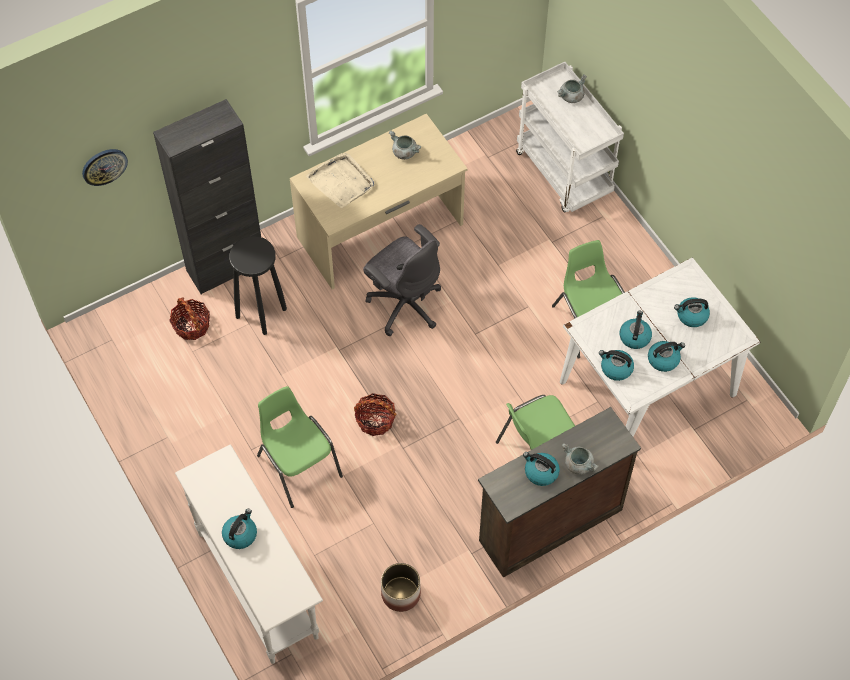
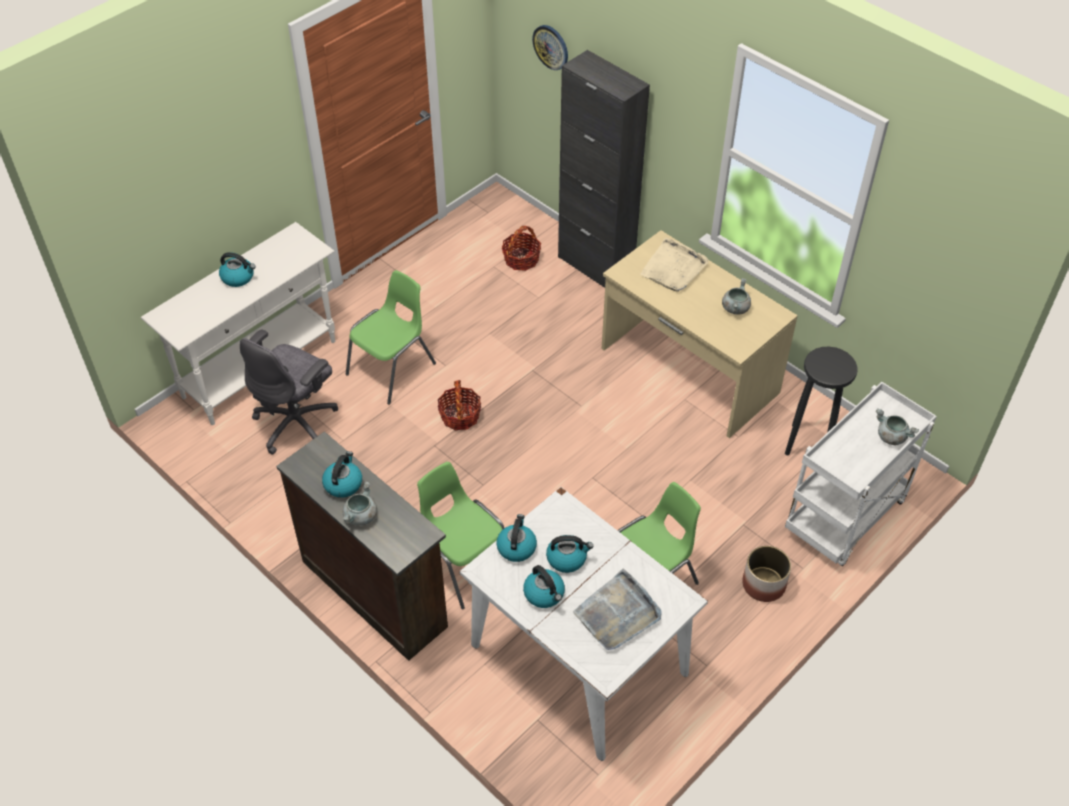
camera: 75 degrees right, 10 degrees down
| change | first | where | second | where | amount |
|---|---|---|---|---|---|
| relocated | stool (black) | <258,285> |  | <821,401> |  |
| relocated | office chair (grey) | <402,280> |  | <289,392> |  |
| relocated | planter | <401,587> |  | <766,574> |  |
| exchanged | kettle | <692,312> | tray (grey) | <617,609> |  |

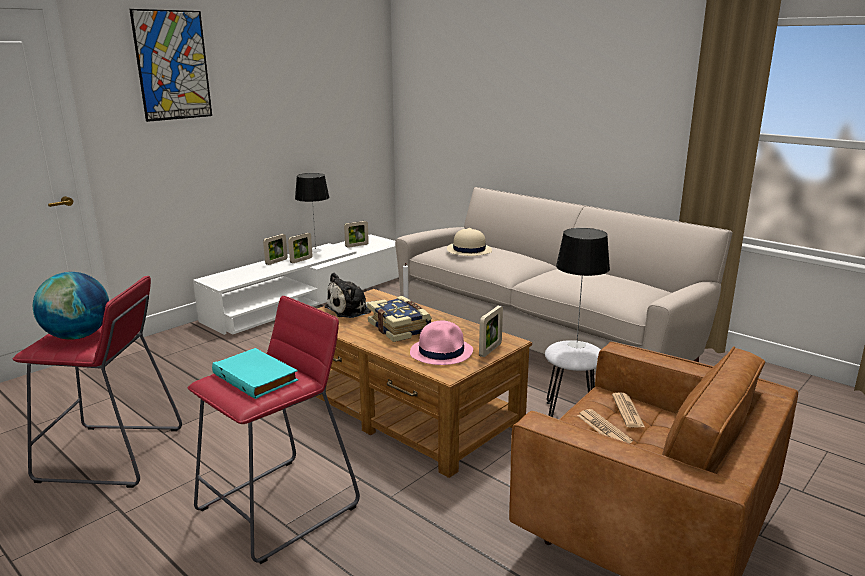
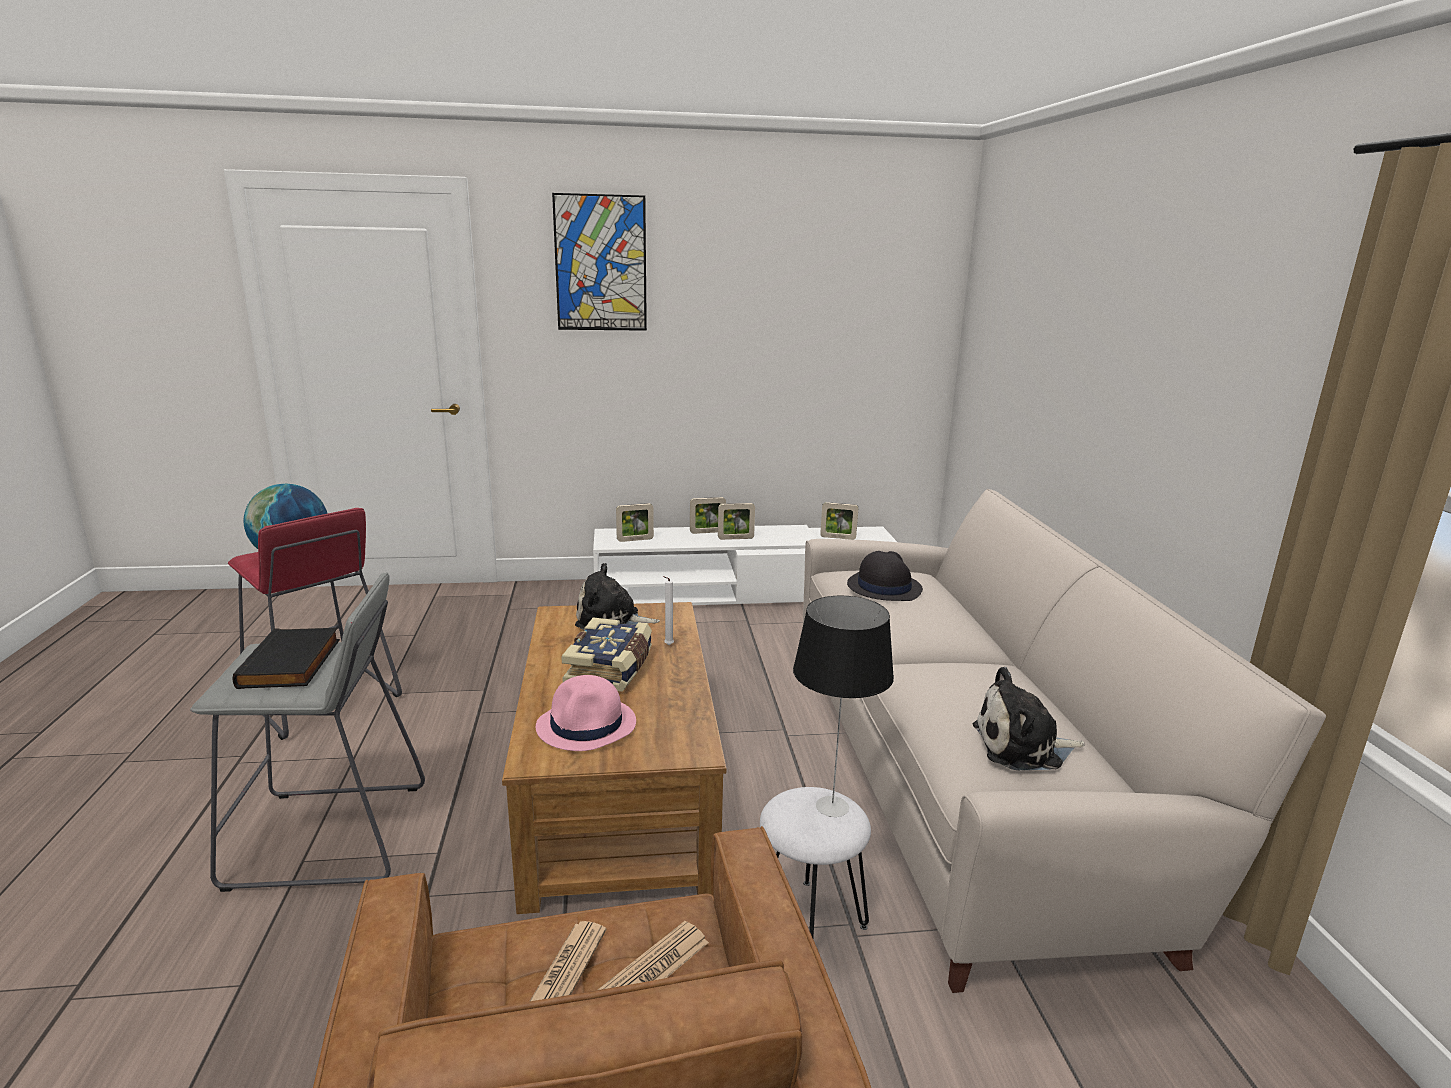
camera: 40 degrees right, 0 degrees up
| change | first | where | second | where | amount |
|---|---|---|---|---|---|
| missing | table lamp | <312,212> |  |  |  |
| appeared |  |  | plush toy | <1029,718> |  |
| relocated | picture frame | <491,331> |  | <635,522> |  |
| colour | stool (red) | <274,430> | stool (grey) | <307,732> |  |
| colour | book (turquoise) | <255,373> | book (black) | <286,658> |  |
| colour | hat (beige) | <469,242> | hat (black) | <885,576> |  |

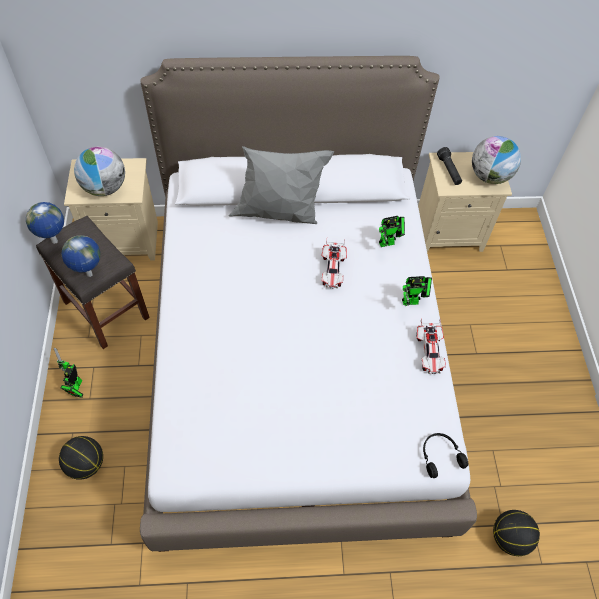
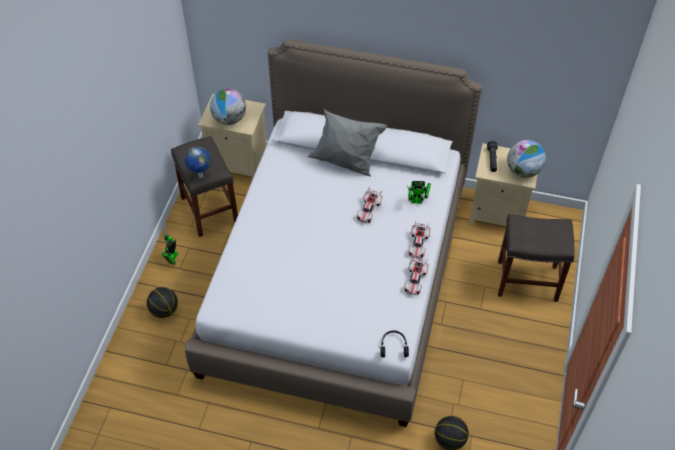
camera: 20 degrees right, 5 degrees down
| change | first | where | second | where | amount |
|---|---|---|---|---|---|
| missing | globe | <45,223> |  |  |  |
| appeared |  |  | stool (grey) | <536,258> |  |
| exchanged | toy robot | <417,291> | toy car | <419,239> |  |

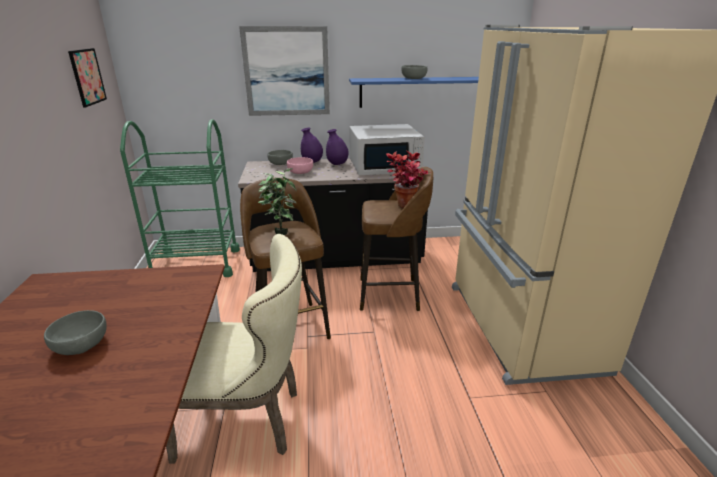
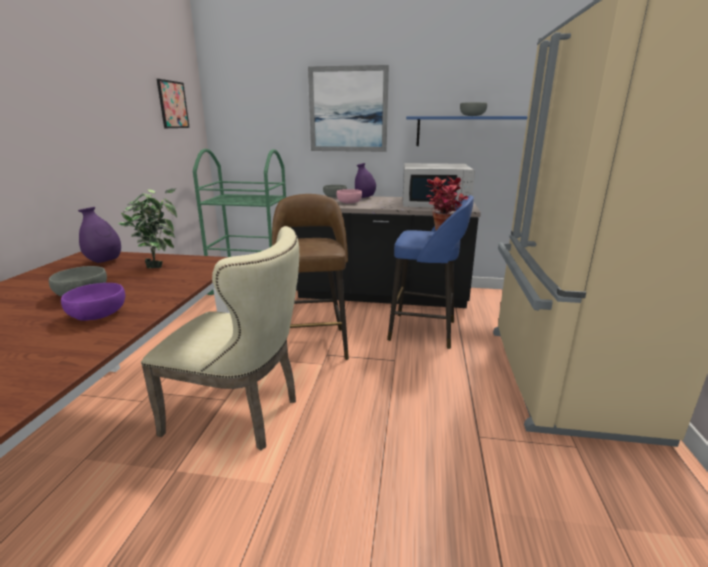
camera: 15 degrees right, 5 degrees down
| change | first | where | second | where | amount |
|---|---|---|---|---|---|
| appeared |  |  | bowl (purple) | <93,302> |  |
| relocated | potted plant | <277,201> |  | <147,228> |  |
| relocated | vase (purple) | <337,147> |  | <99,235> |  |
| colour | stool (brown) | <396,239> | stool (blue) | <430,272> |  |

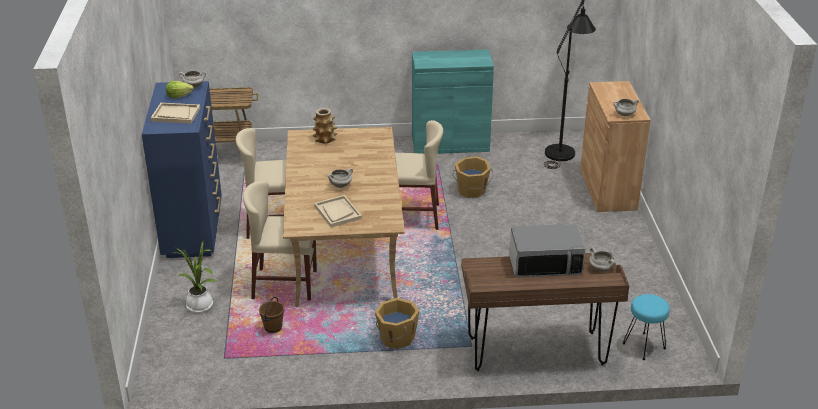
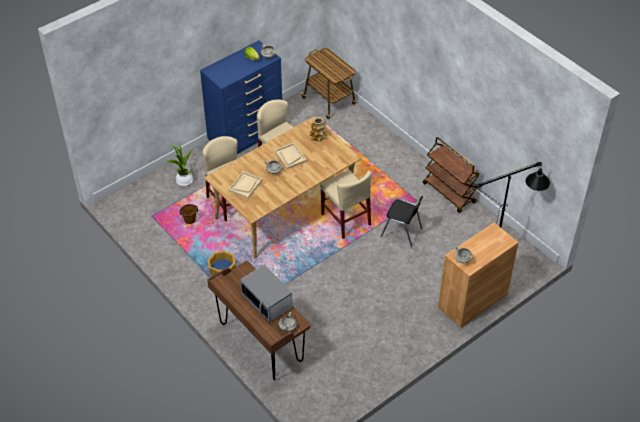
camera: 55 degrees right, 15 degrees up
| change | first | where | second | where | amount |
|---|---|---|---|---|---|
| missing | stool (turquoise) | <646,327> |  |  |  |
| relocated | tray (beige) | <175,113> |  | <290,156> |  |
| exchanged | cabinet (turquoise) | <453,101> | cart (brown) | <451,175> |  |
| exchanged | bucket (orange) | <472,177> | chair (black) | <402,221> |  |

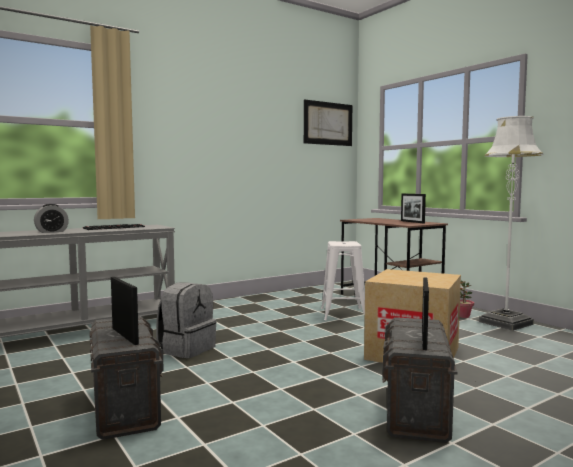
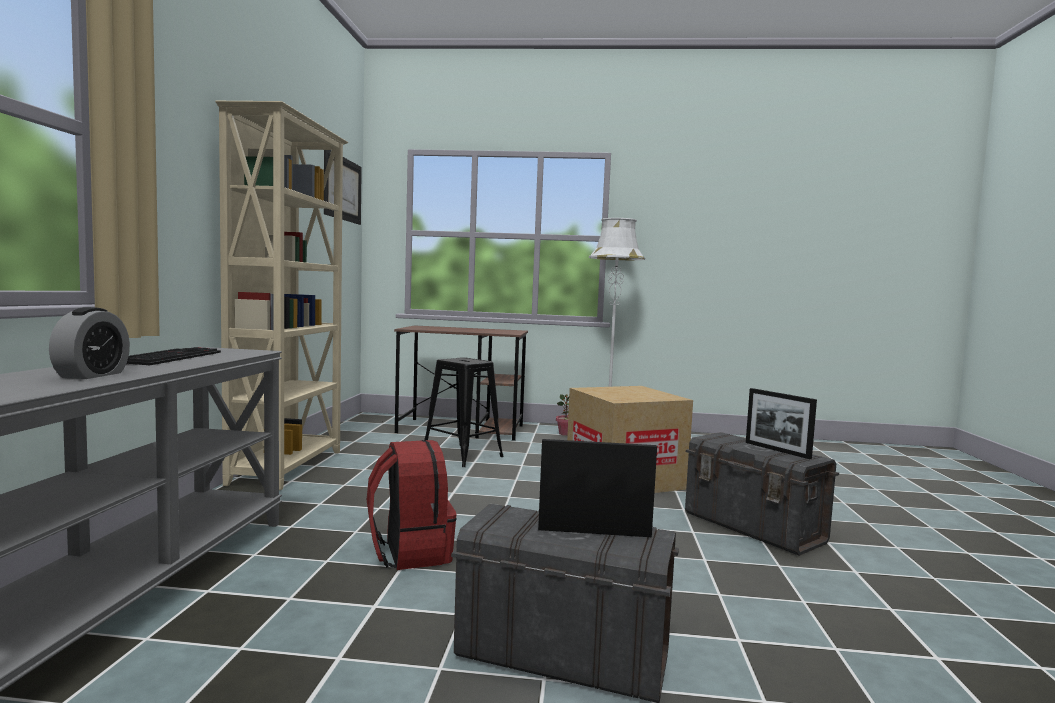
camera: 50 degrees left, 0 degrees up
| change | first | where | second | where | amount |
|---|---|---|---|---|---|
| missing | picture frame | <413,208> |  |  |  |
| appeared |  |  | bookcase (beige) | <281,295> |  |
| colour | backpack (grey) | <186,320> | backpack (red) | <412,505> |  |
| colour | stool (white) | <343,280> | stool (black) | <464,412> |  |

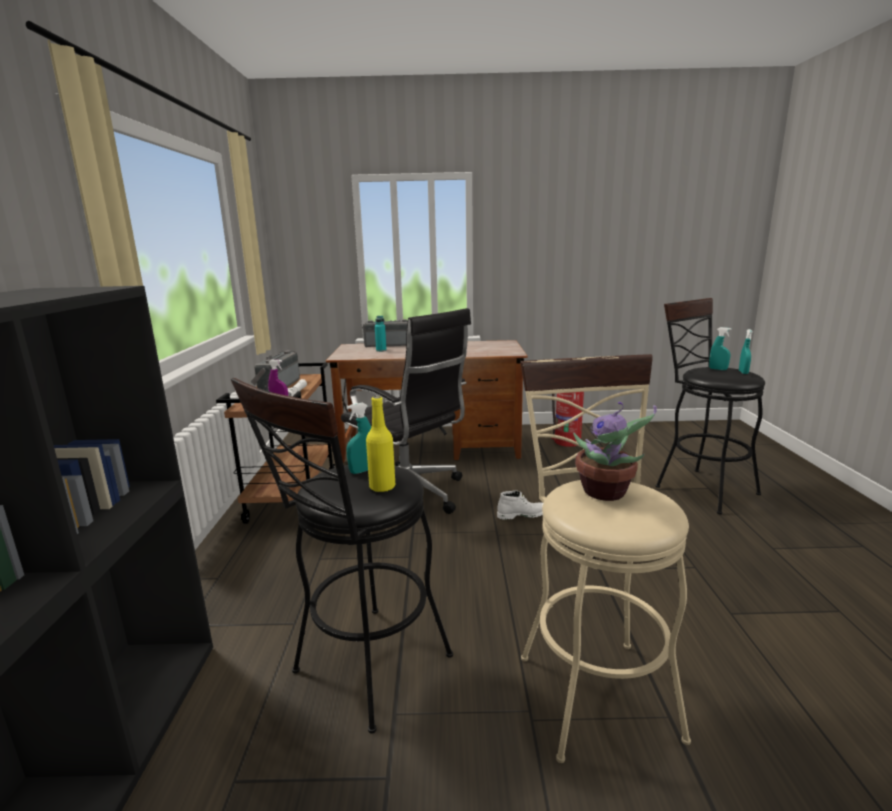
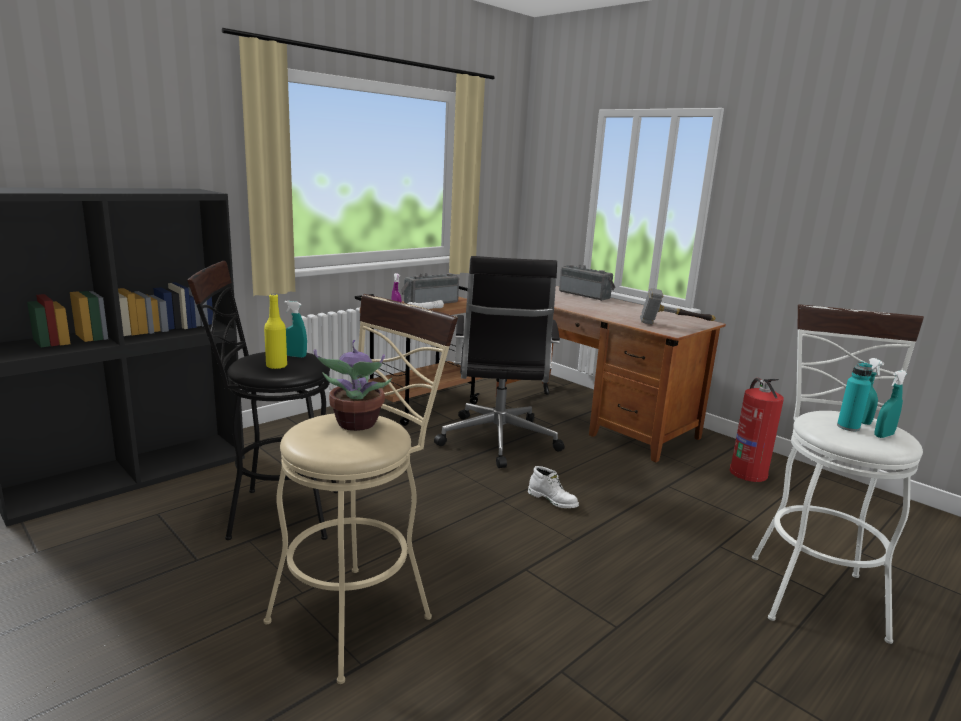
camera: 45 degrees right, 0 degrees up
| change | first | where | second | where | amount |
|---|---|---|---|---|---|
| appeared |  |  | hammer | <678,306> |  |
| relocated | bottle (turquoise) | <380,334> |  | <855,396> |  |
| colour | stool (black) | <710,406> | stool (white) | <838,474> |  |

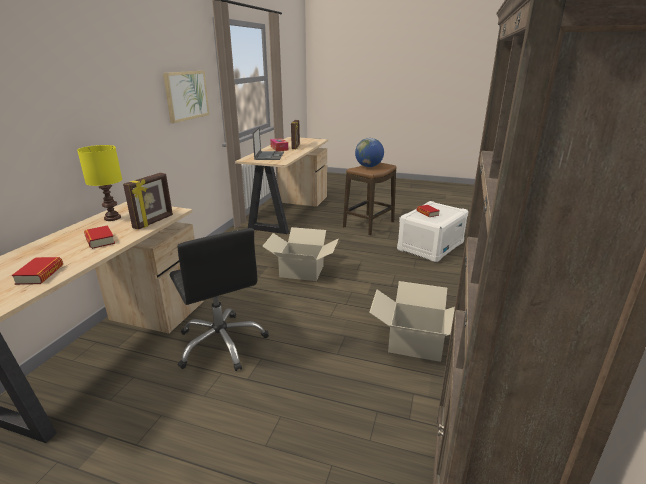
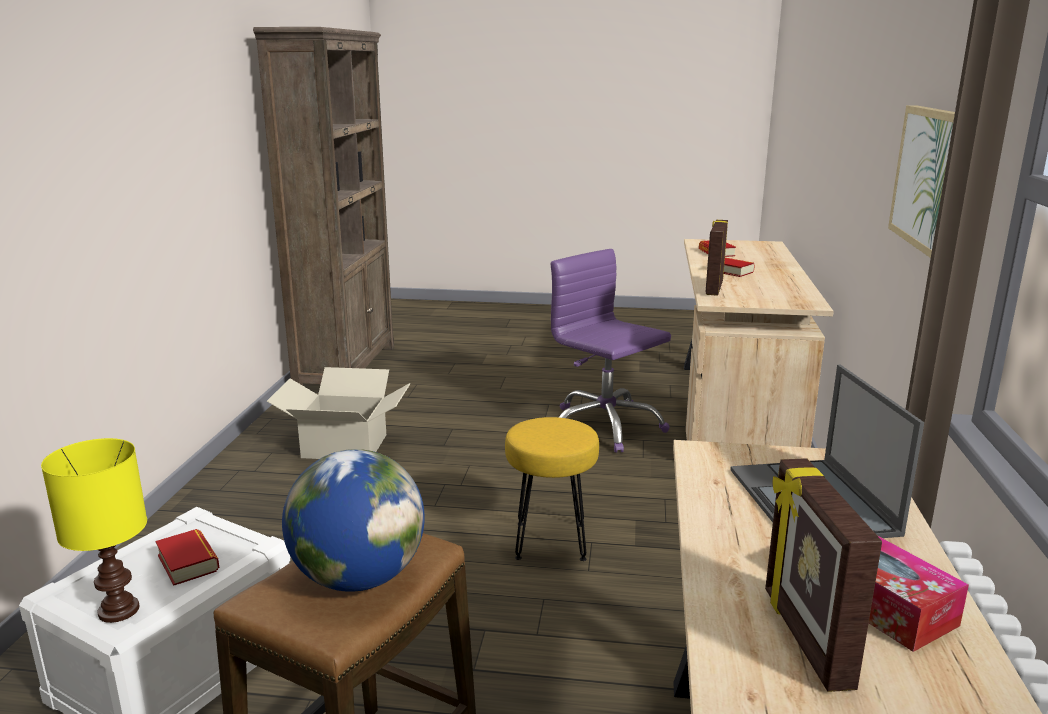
camera: 170 degrees right, 5 degrees down
| change | first | where | second | where | amount |
|---|---|---|---|---|---|
| relocated | table lamp (yellow) | <99,183> |  | <94,530> |  |
| exchanged | cardboard box | <300,254> | stool (yellow) | <552,489> |  |
| colour | office chair (black) | <219,299> | office chair (purple) | <611,351> |  |

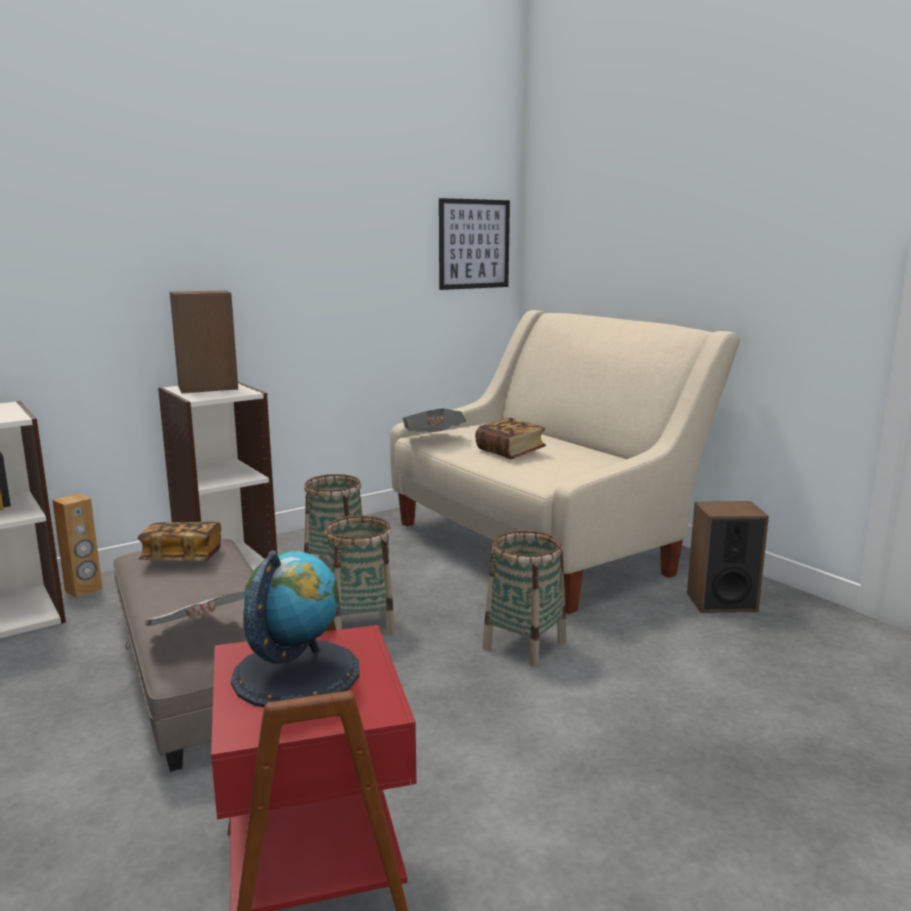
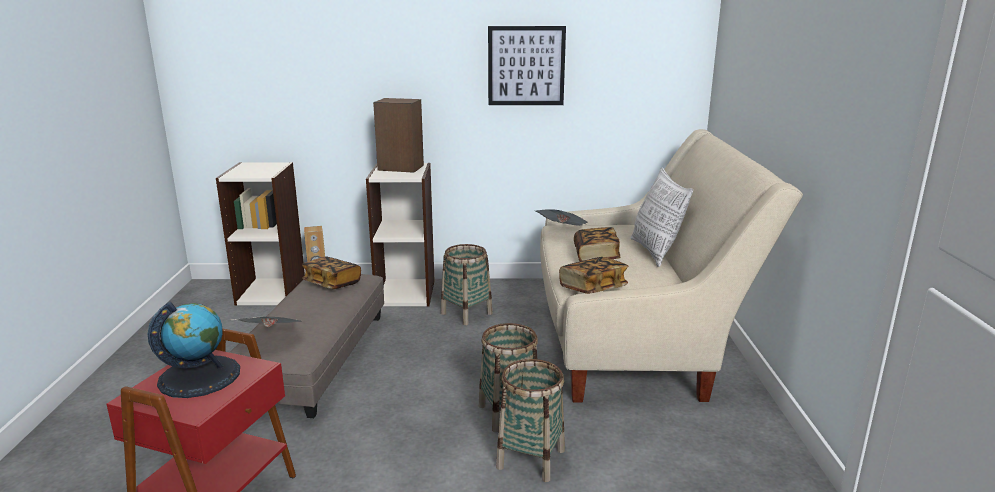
camera: 35 degrees right, 5 degrees up
| change | first | where | second | where | amount |
|---|---|---|---|---|---|
| missing | speaker | <728,557> |  |  |  |
| appeared |  |  | book | <593,275> |  |
| appeared |  |  | pillow | <662,217> |  |
| relocated | basket | <360,575> |  | <530,420> |  |
| relocated | picture | <474,244> |  | <527,65> |  |

